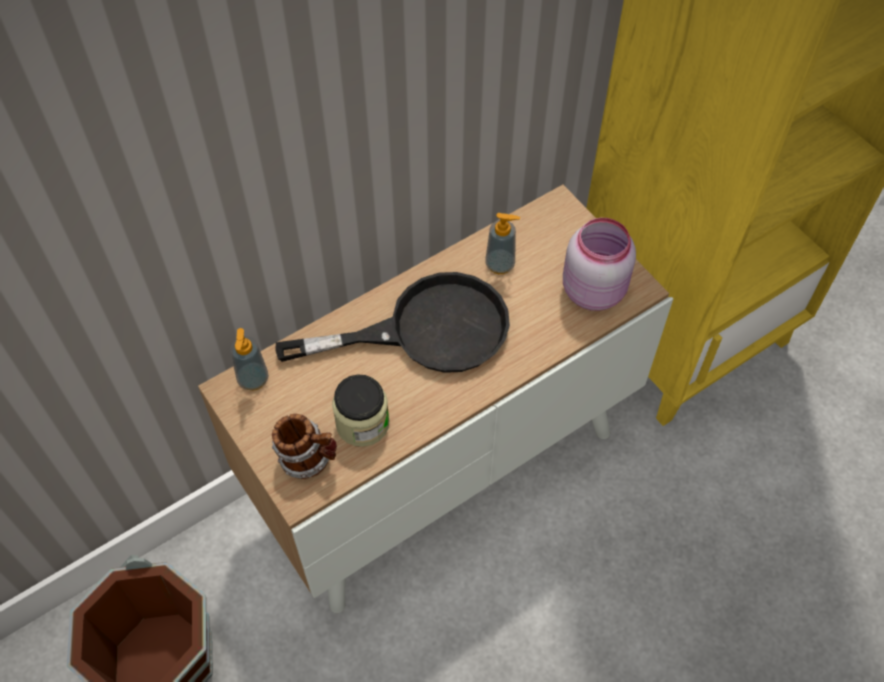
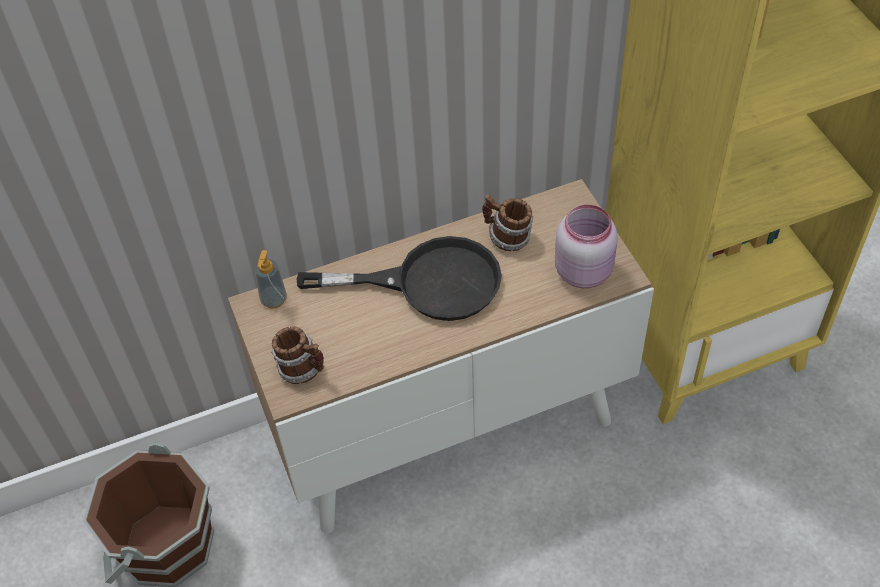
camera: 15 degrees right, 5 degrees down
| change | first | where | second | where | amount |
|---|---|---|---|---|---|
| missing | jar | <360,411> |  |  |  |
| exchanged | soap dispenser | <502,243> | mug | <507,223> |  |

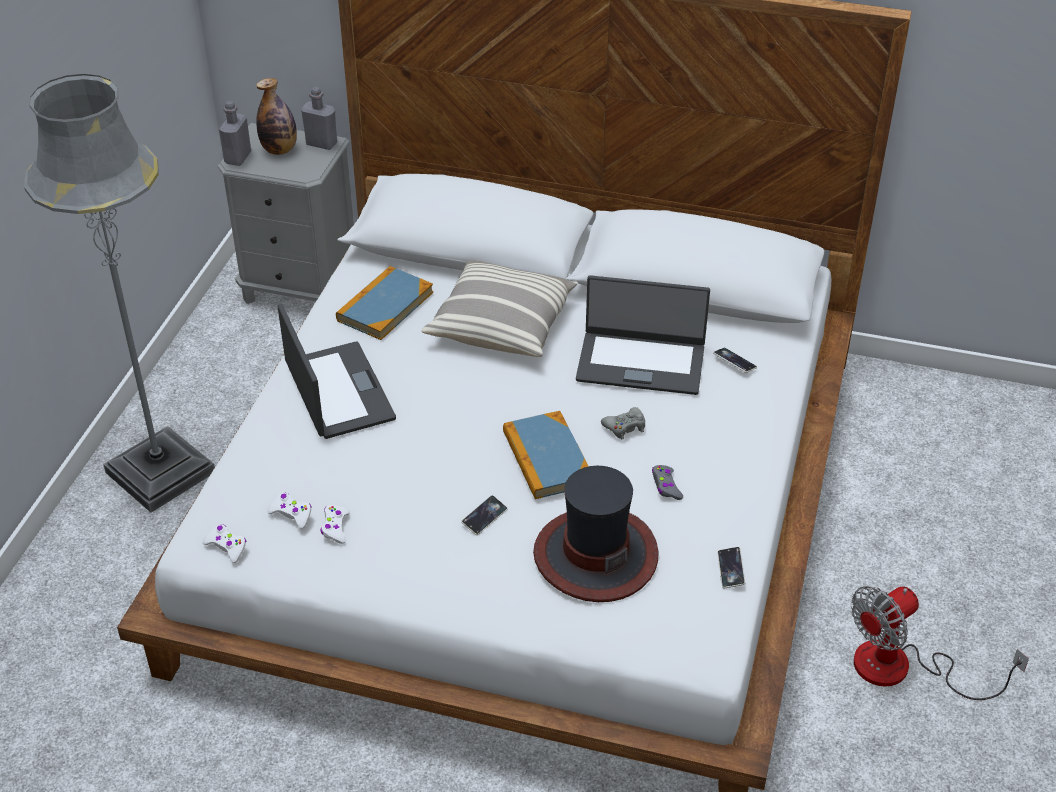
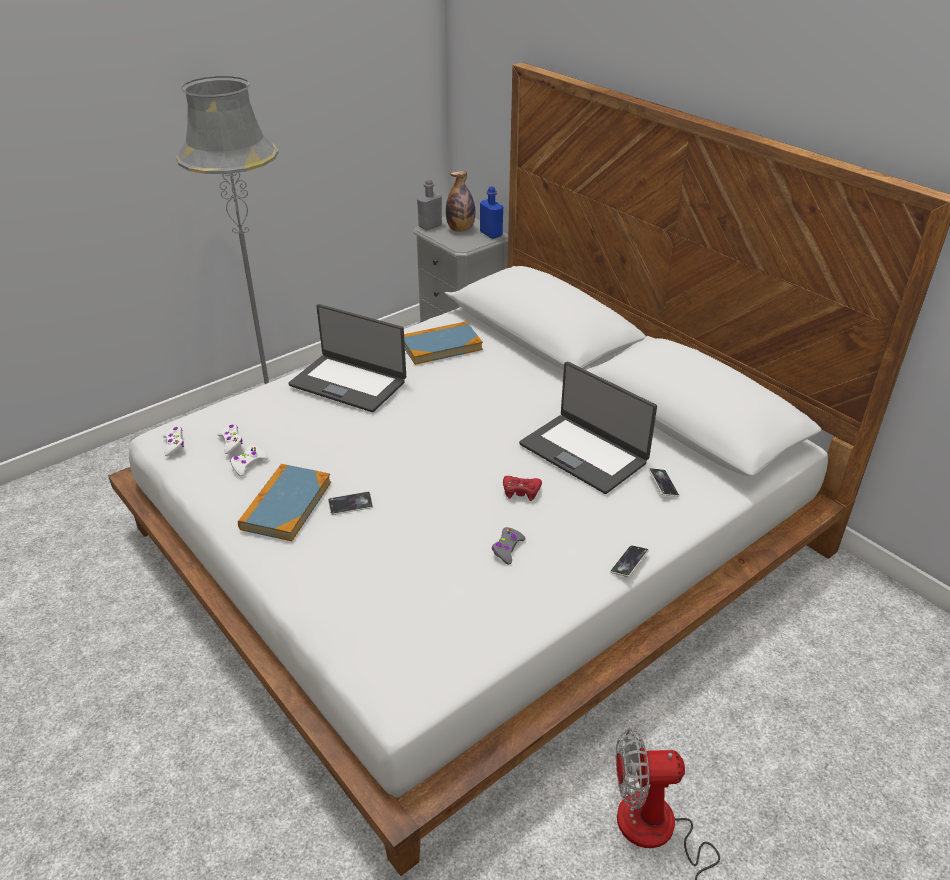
camera: 35 degrees right, 5 degrees down
| change | first | where | second | where | amount |
|---|---|---|---|---|---|
| missing | pillow | <500,308> |  |  |  |
| missing | hat | <596,534> |  |  |  |
| relocated | book | <546,455> |  | <284,502> |  |
| relocated | phone | <731,567> |  | <629,561> |  |
| colour | bottle (grey) | <319,118> | bottle (blue) | <491,212> |  |
| colour | game controller (grey) | <623,423> | game controller (red) | <522,488> |  |
| spun | laptop | <337,371> |  | <347,358> | 105 degrees clockwise |

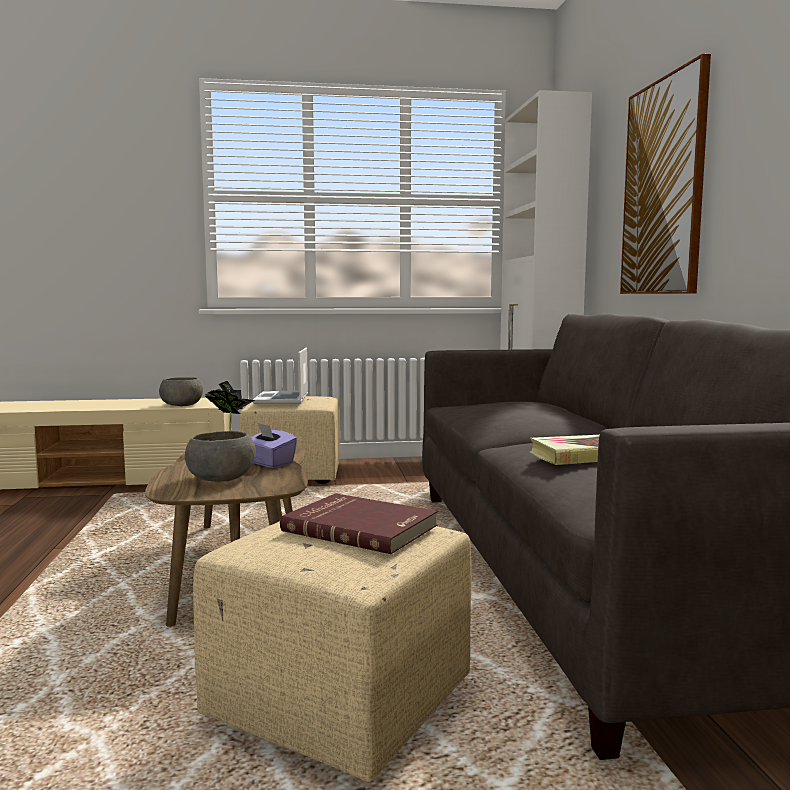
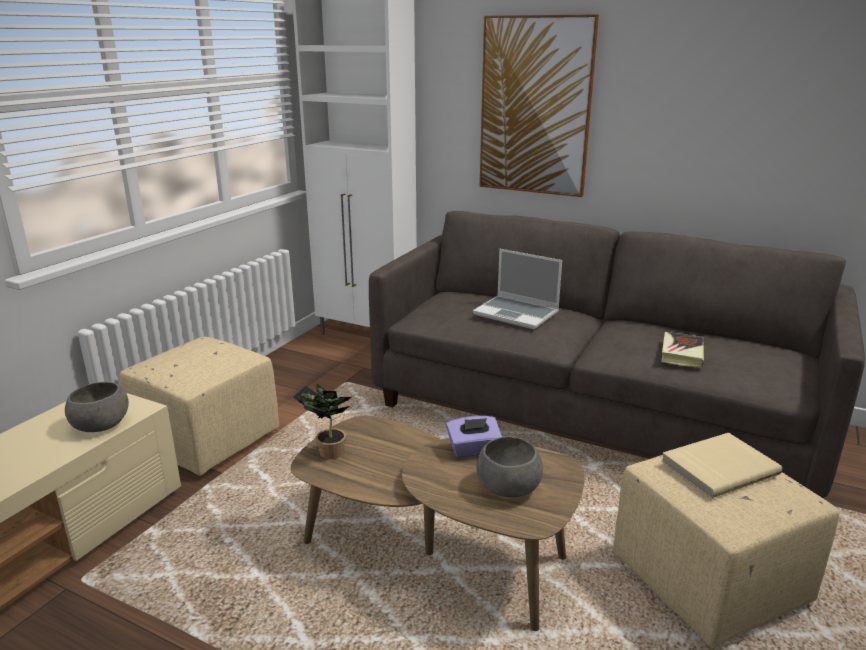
camera: 55 degrees left, 15 degrees up
| change | first | where | second | where | amount |
|---|---|---|---|---|---|
| relocated | laptop | <280,376> |  | <517,289> |  |
| colour | book (red) | <359,523> | book (beige) | <721,466> |  |

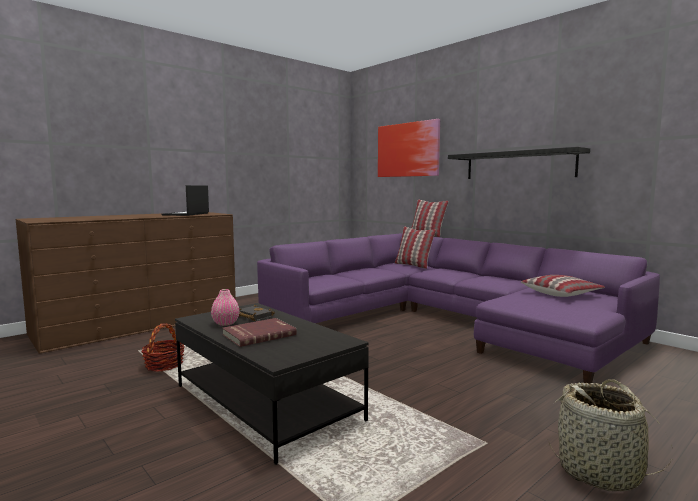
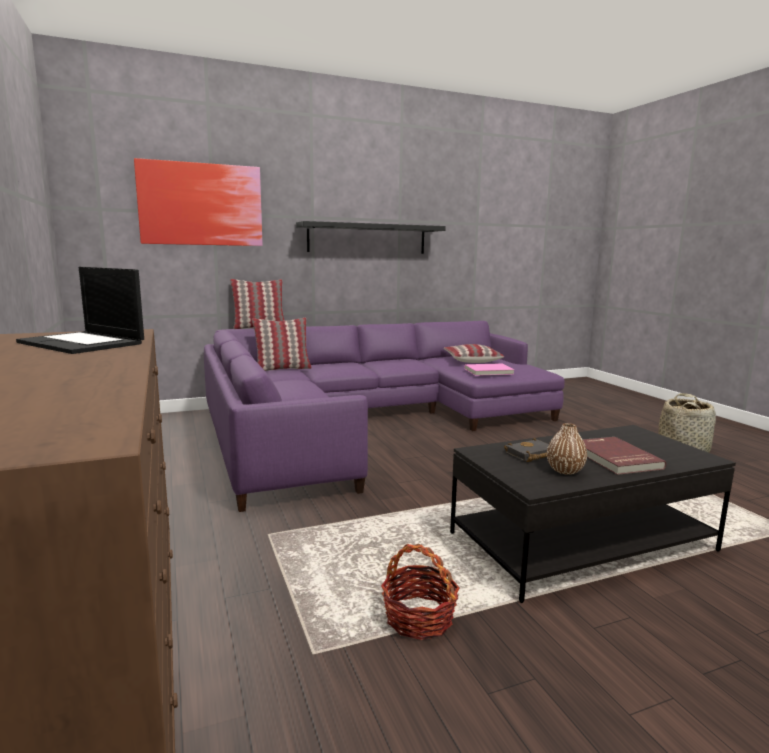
camera: 70 degrees left, 5 degrees up
| change | first | where | second | where | amount |
|---|---|---|---|---|---|
| appeared |  |  | book (pink) | <489,369> |  |
| colour | vase (pink) | <225,307> | vase (brown) | <567,449> |  |

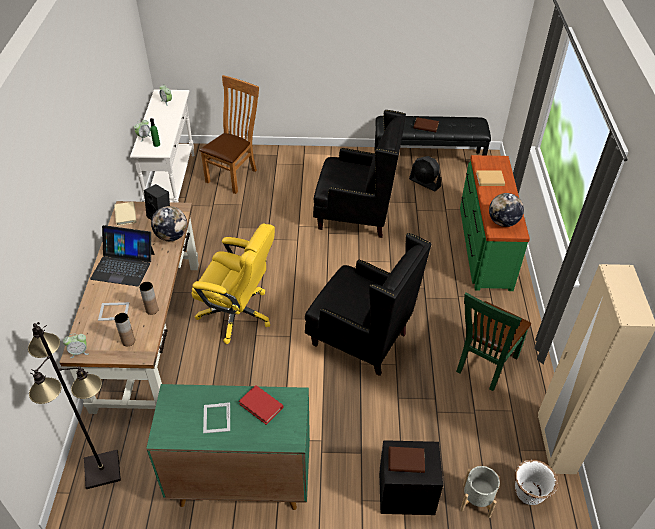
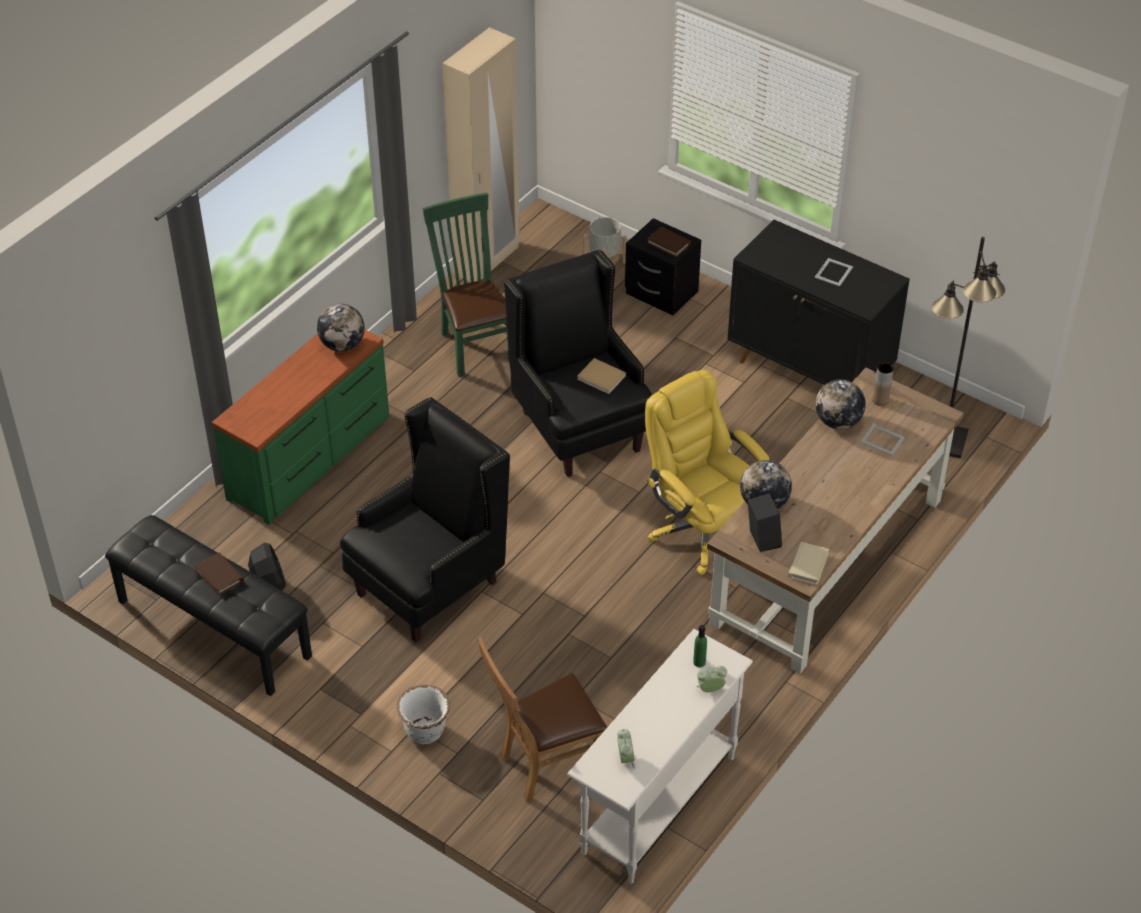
camera: 145 degrees left, 0 degrees up
| change | first | where | second | where | amount |
|---|---|---|---|---|---|
| missing | alarm clock | <76,346> |  |  |  |
| missing | laptop | <122,256> |  |  |  |
| missing | book (red) | <261,405> |  |  |  |
| relocated | book (beige) | <490,178> |  | <601,376> |  |
| relocated | planter (white) | <536,482> |  | <423,714> |  |
| exchanged | vase (brown) | <148,298> | globe | <841,404> |  |
| colour | cabinet (green) | <228,447> | cabinet (black) | <819,302> |  |
| spun | armchair (black) | <359,174> |  | <425,519> | 90 degrees clockwise |
| spun | chair (green) | <493,341> |  | <465,285> | 90 degrees counterclockwise |

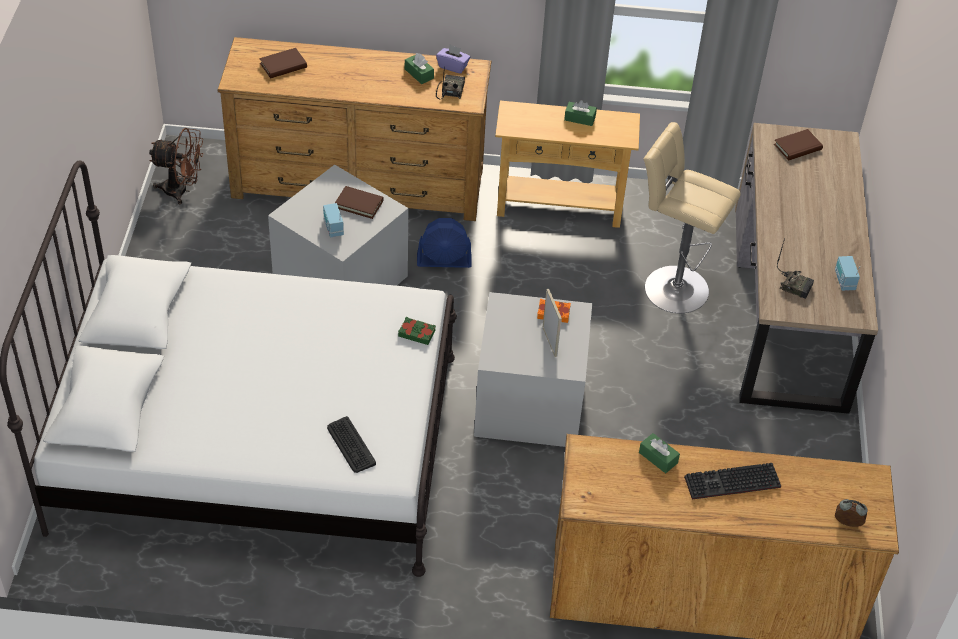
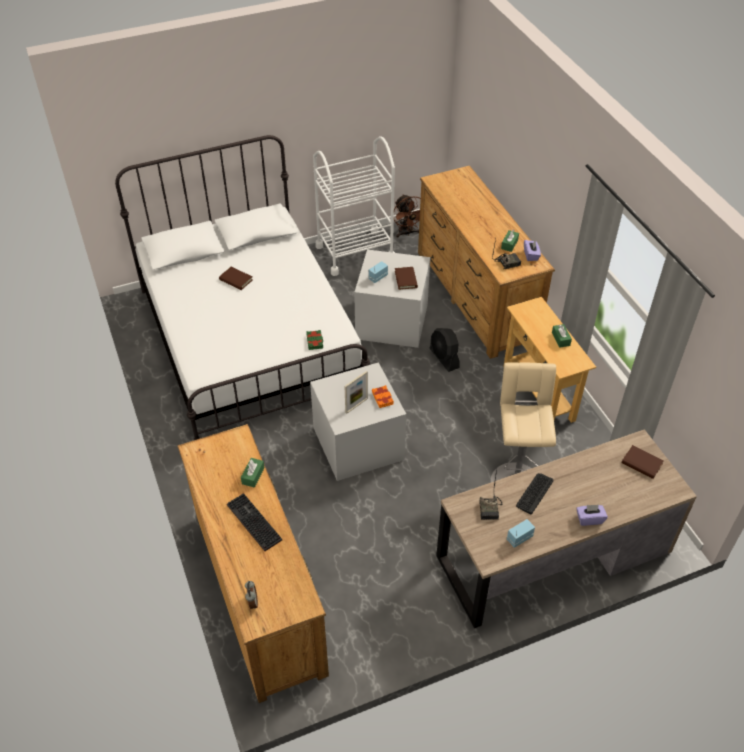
camera: 65 degrees right, 0 degrees up
| change | first | where | second | where | amount |
|---|---|---|---|---|---|
| appeared |  |  | cart (white) | <354,206> |  |
| appeared |  |  | tissue box (purple) | <592,515> |  |
| relocated | book (brown) | <283,63> |  | <236,278> |  |
| relocated | keyboard | <351,444> |  | <535,493> |  |
| colour | fan (blue) | <444,243> | fan (black) | <445,350> |  |

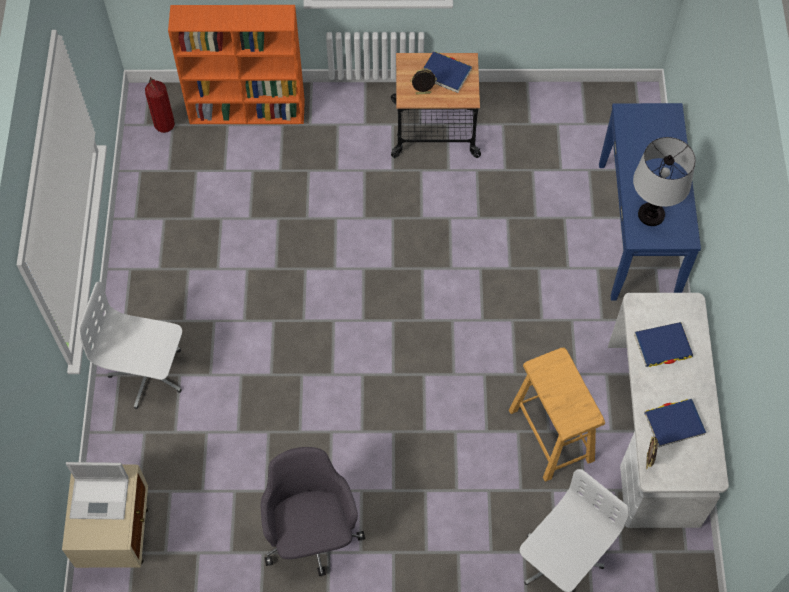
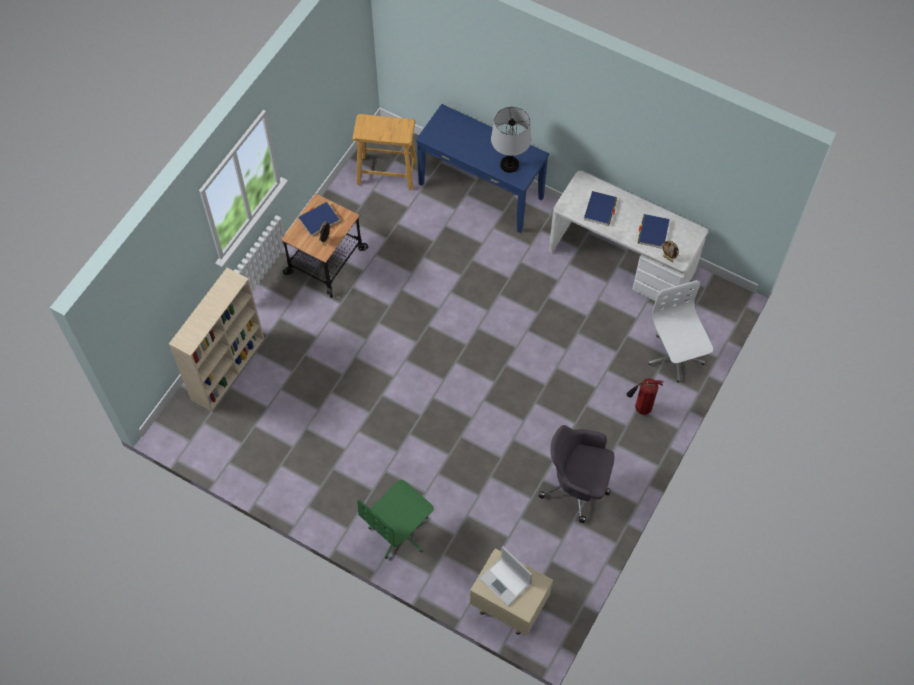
camera: 60 degrees left, 0 degrees up
| change | first | where | second | where | amount |
|---|---|---|---|---|---|
| relocated | fire extinguisher | <160,105> |  | <645,396> |  |
| relocated | stool (beige) | <557,414> |  | <385,152> |  |
| colour | office chair (white) | <130,345> | office chair (green) | <396,519> |  |
| colour | bookcase (orange) | <236,64> | bookcase (beige) | <216,339> |  |
| spun | laptop | <97,491> |  | <505,576> | 105 degrees clockwise |

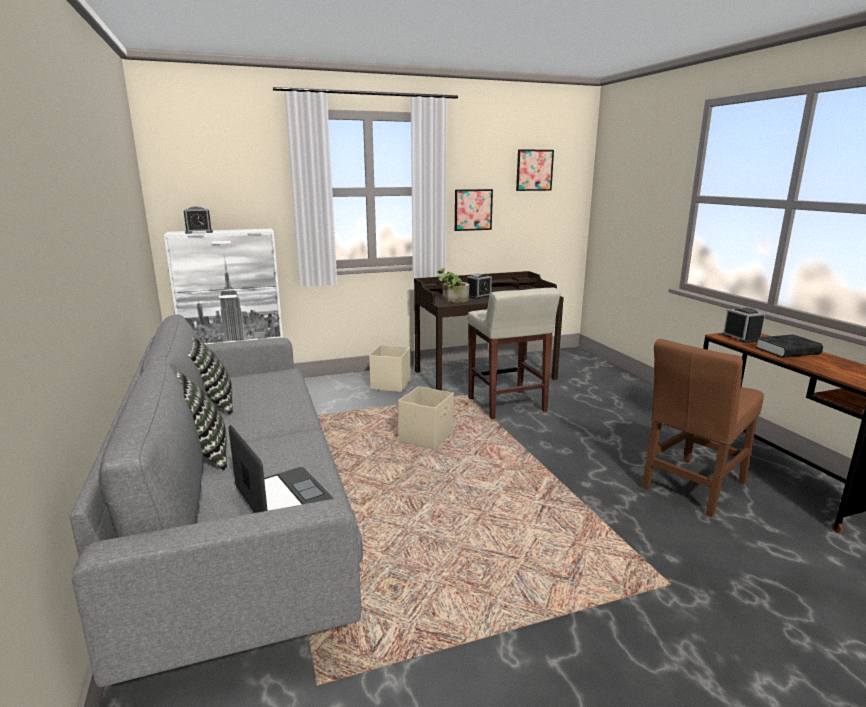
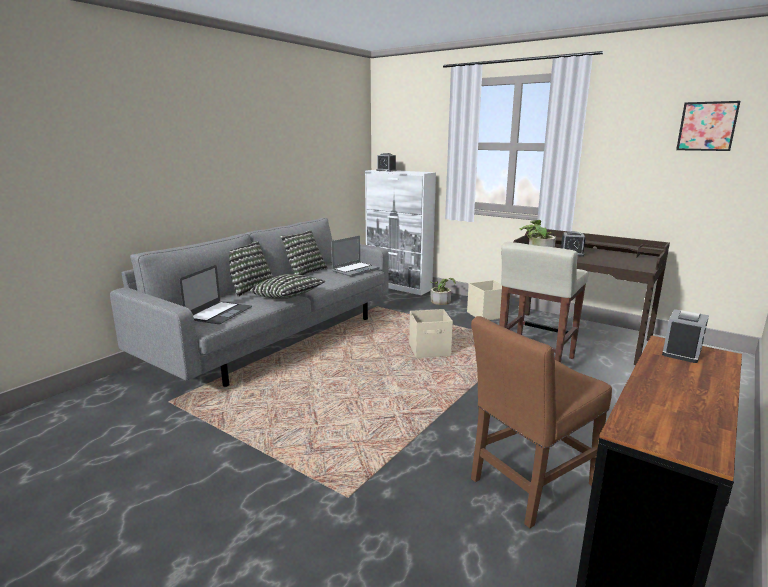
camera: 55 degrees right, 0 degrees up
| change | first | where | second | where | amount |
|---|---|---|---|---|---|
| missing | picture | <474,210> |  |  |  |
| missing | book (black) | <789,346> |  |  |  |
| appeared |  |  | pillow | <287,286> |  |
| appeared |  |  | laptop | <355,256> |  |
| appeared |  |  | potted plant | <443,291> |  |
| spun | chair (brown) | <703,428> |  | <541,422> | 45 degrees counterclockwise |

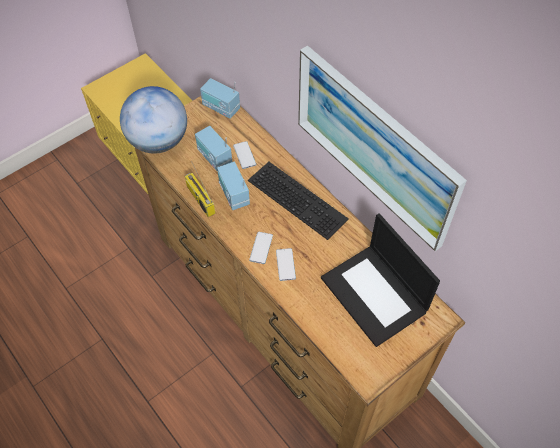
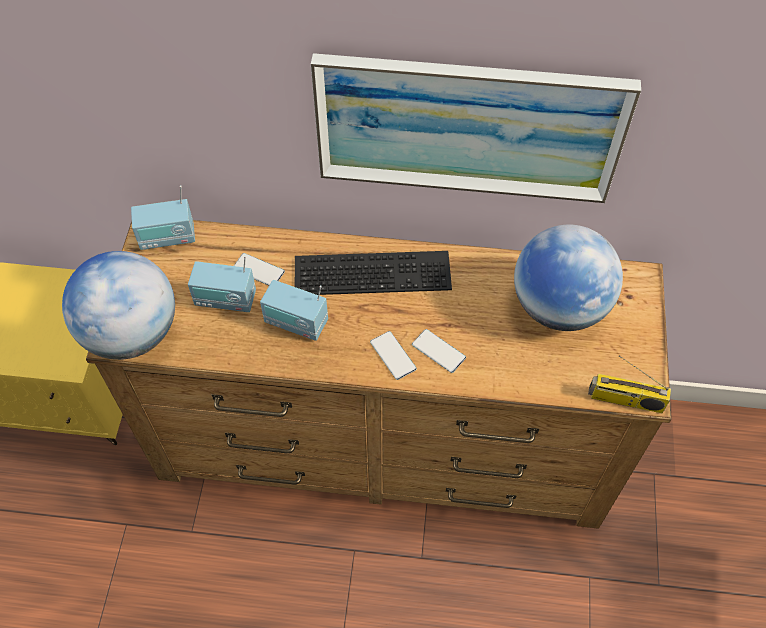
camera: 45 degrees left, 0 degrees up
| change | first | where | second | where | amount |
|---|---|---|---|---|---|
| relocated | radio | <200,189> |  | <629,384> |  |
| exchanged | laptop | <380,280> | globe | <568,278> |  |

